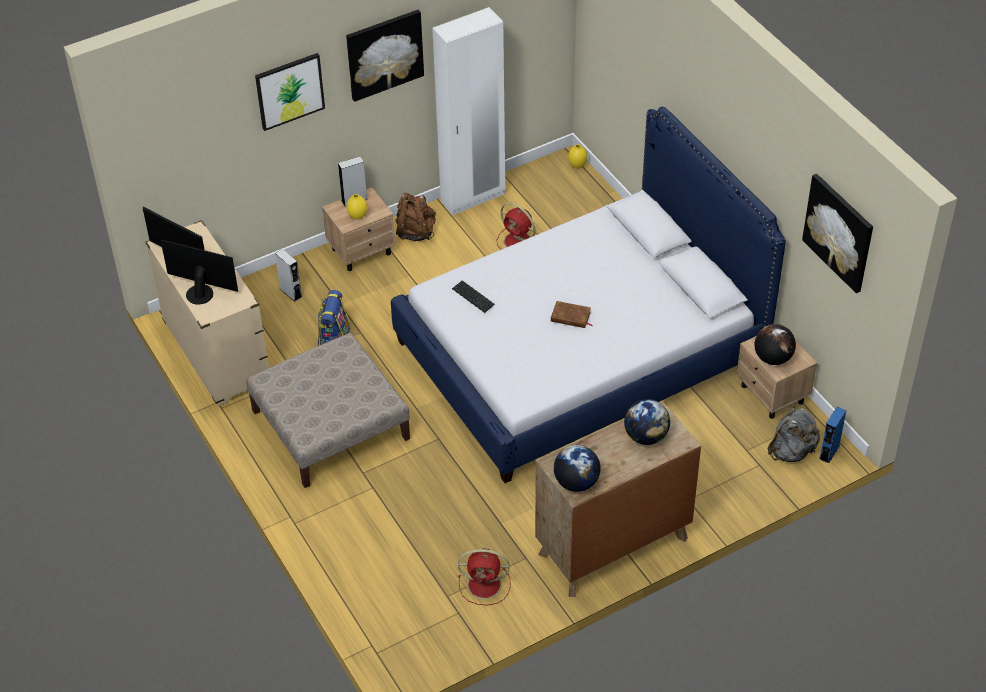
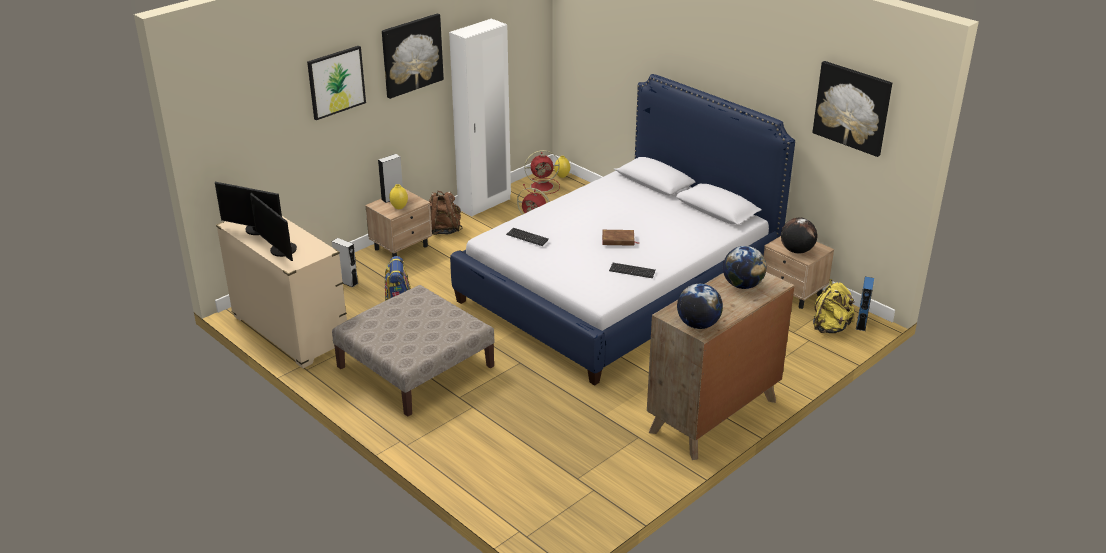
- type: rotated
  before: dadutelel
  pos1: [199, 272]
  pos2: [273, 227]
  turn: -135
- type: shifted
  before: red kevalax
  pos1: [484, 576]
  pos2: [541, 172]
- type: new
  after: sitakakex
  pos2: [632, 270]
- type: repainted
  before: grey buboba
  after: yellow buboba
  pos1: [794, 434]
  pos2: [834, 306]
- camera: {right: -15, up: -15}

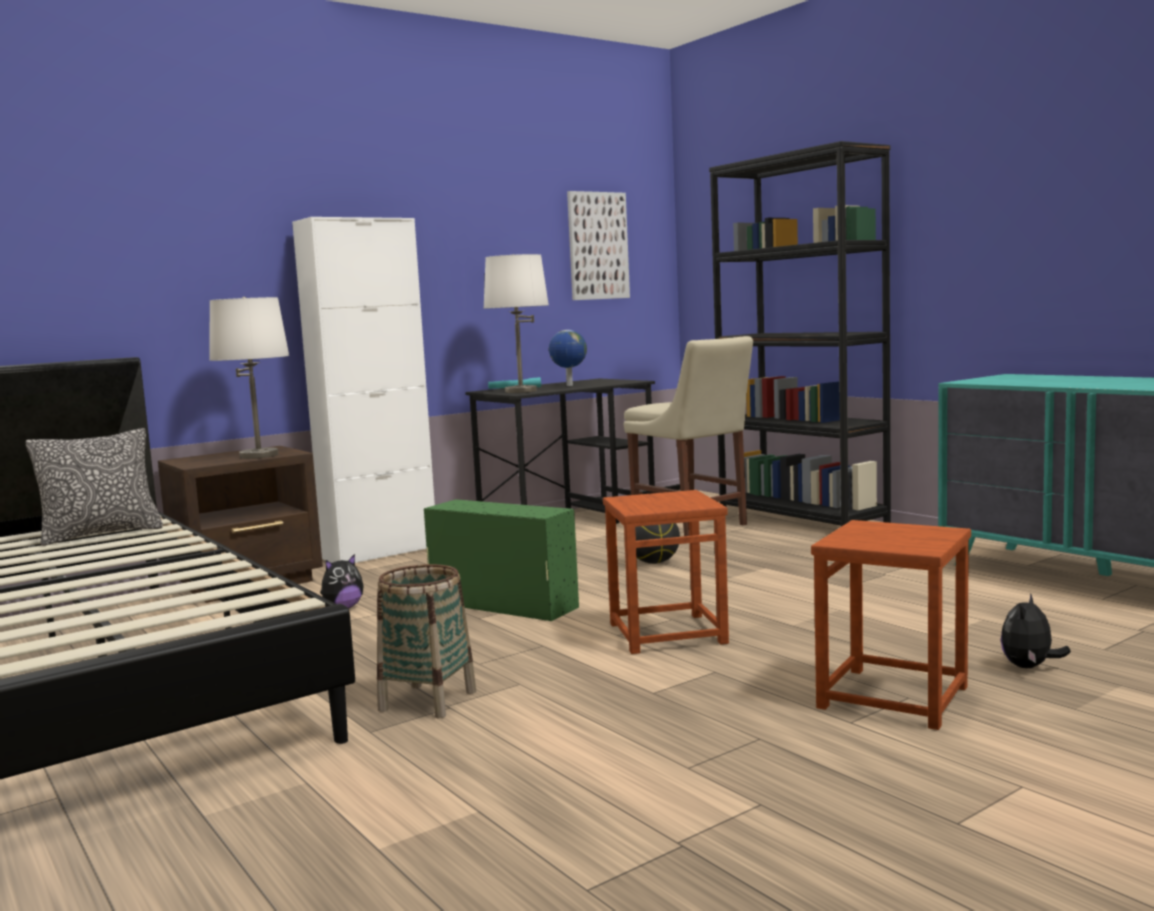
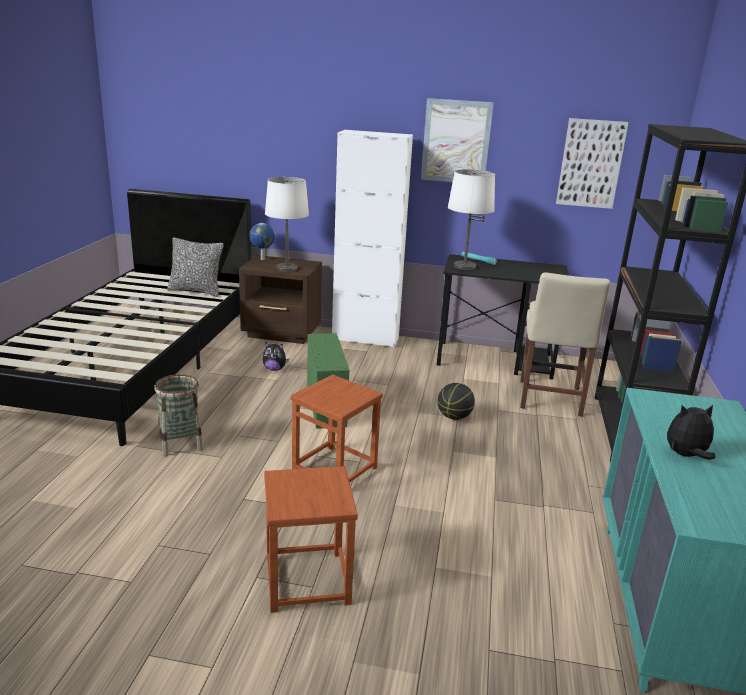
- type: shifted
  before: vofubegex
  pos1: [568, 358]
  pos2: [262, 241]
- type: new
  after: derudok
  pos2: [457, 140]
- type: shifted
  before: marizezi
  pos1: [1036, 630]
  pos2: [691, 432]
- camera: {right: 45, up: 15}

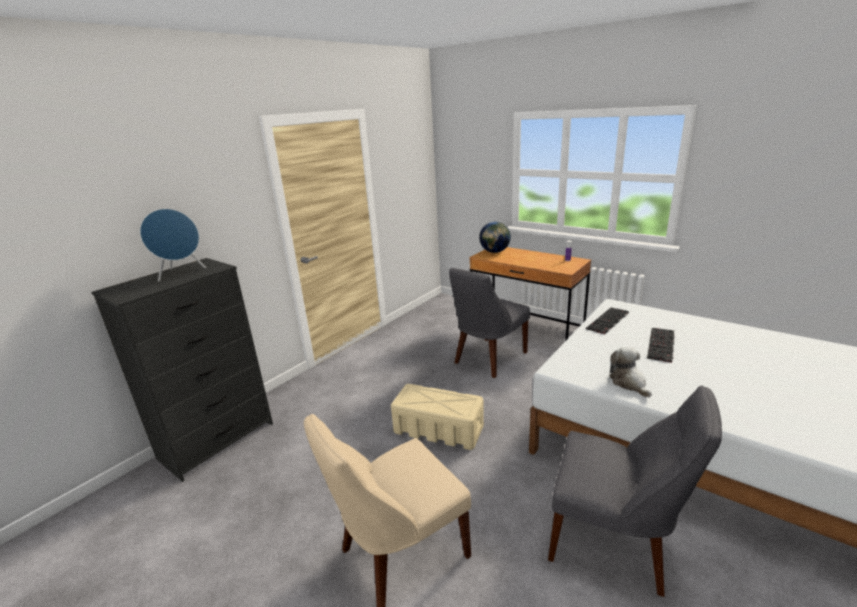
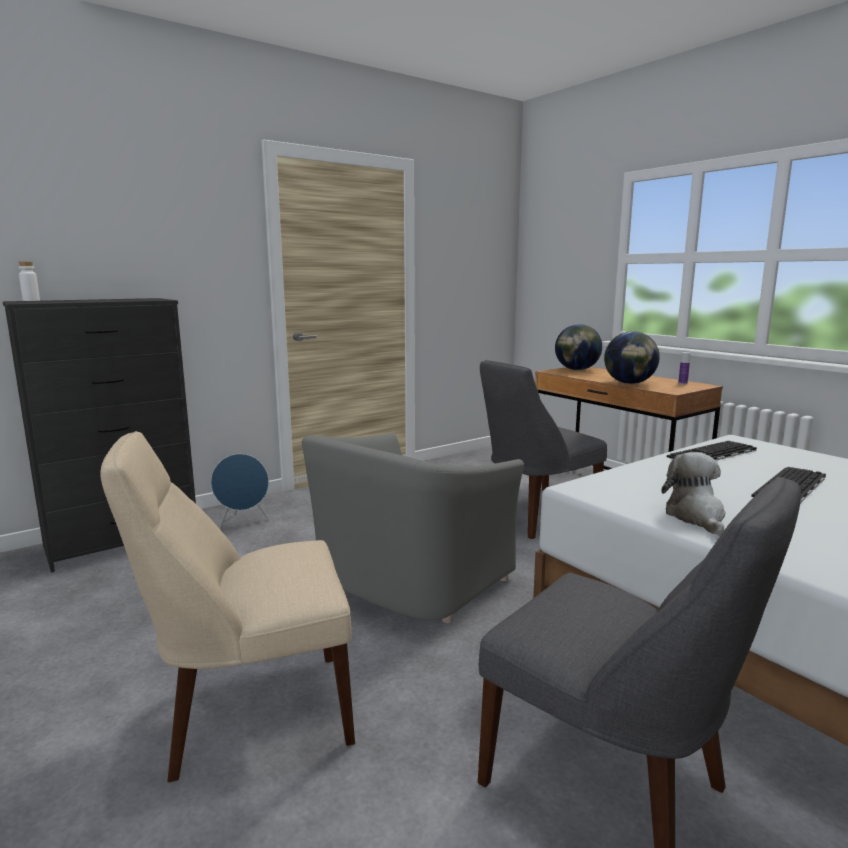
- type: new
  after: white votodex
  pos2: [29, 281]
- type: shifted
  before: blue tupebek
  pos1: [173, 245]
  pos2: [240, 491]
- type: swapped
  before: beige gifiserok
  after: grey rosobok
  pos1: [437, 417]
  pos2: [413, 528]
- type: new
  after: vofubegex
  pos2: [632, 357]
- camera: {right: 15, up: -10}

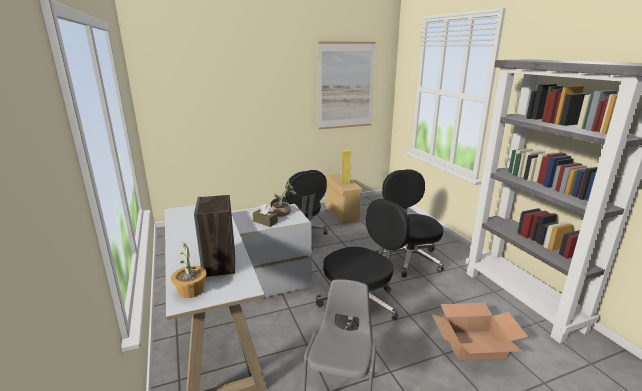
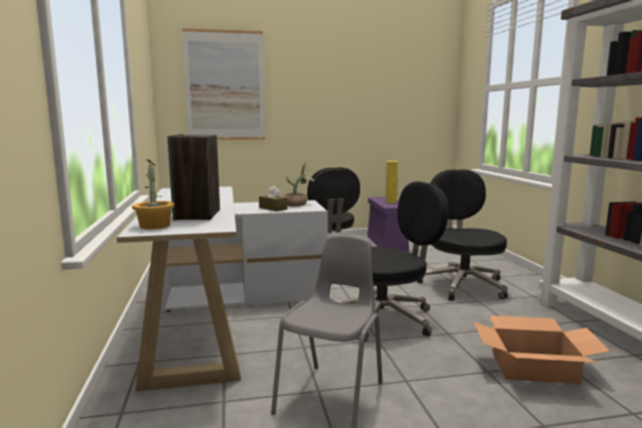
- type: shifted
  before: derudok
  pos1: [347, 85]
  pos2: [223, 84]
- type: repainted
  before: beige gifiserok
  after: purple gifiserok
  pos1: [343, 199]
  pos2: [388, 224]
- camera: {right: 10, up: -10}

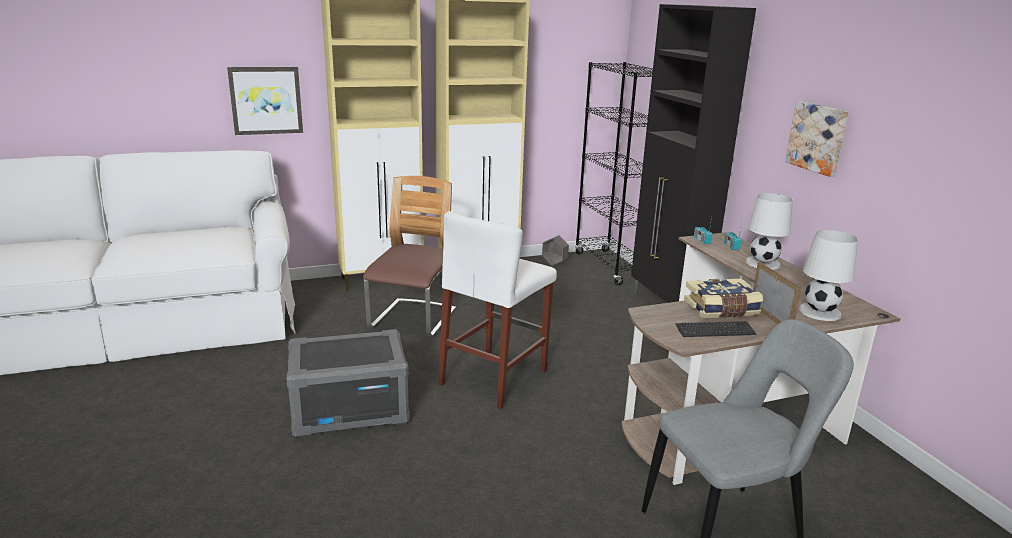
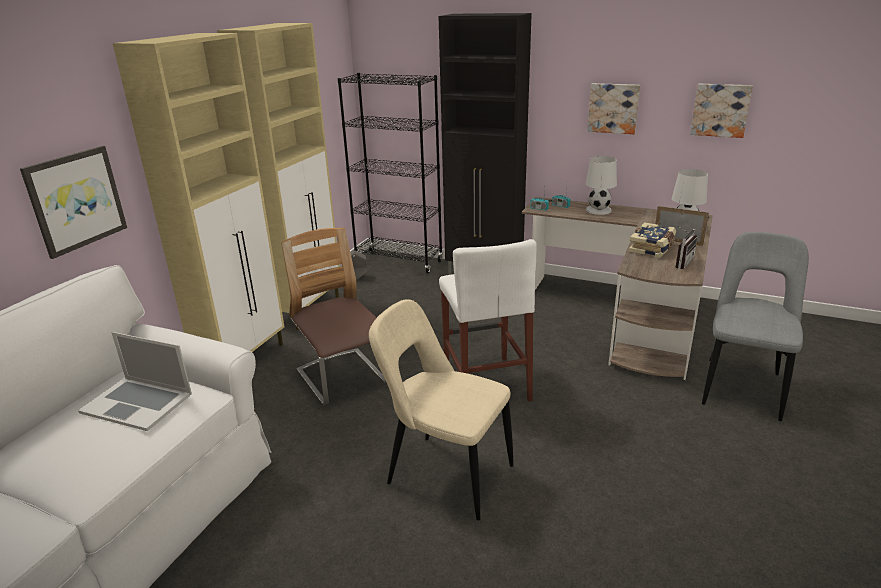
- type: new
  after: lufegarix
  pos2: [135, 381]
- type: swapped
  before: grey gifiserok
  after: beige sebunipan
  pos1: [348, 383]
  pos2: [441, 409]
- type: swapped
  before: sitakakex
  after: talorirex
  pos1: [715, 329]
  pos2: [687, 247]
- type: new
  after: derudok
  pos2: [721, 111]
- camera: {right: -45, up: 5}

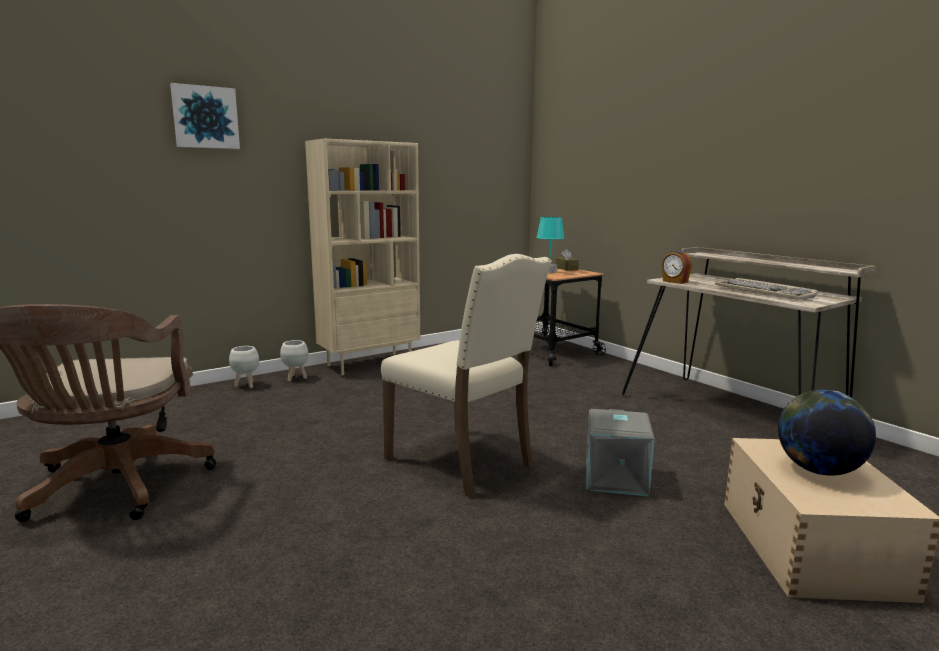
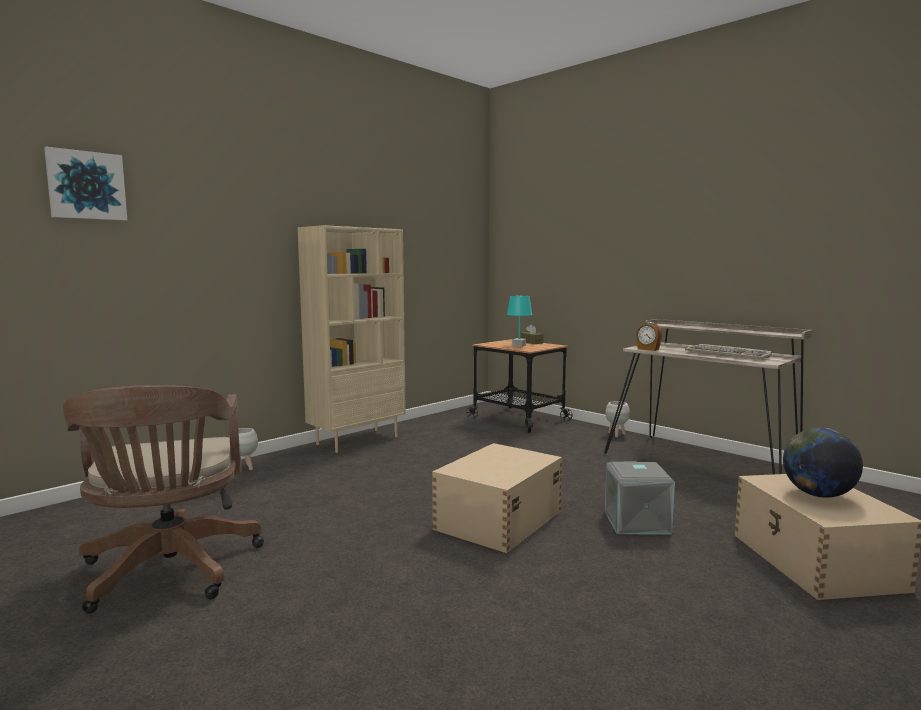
- type: shifted
  before: derudok
  pos1: [205, 116]
  pos2: [85, 184]
- type: swapped
  before: beige sebunipan
  after: beige gifiserok
  pos1: [466, 376]
  pos2: [497, 498]
- type: shifted
  before: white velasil
  pos1: [294, 361]
  pos2: [617, 419]
- camera: {right: -10, up: -5}

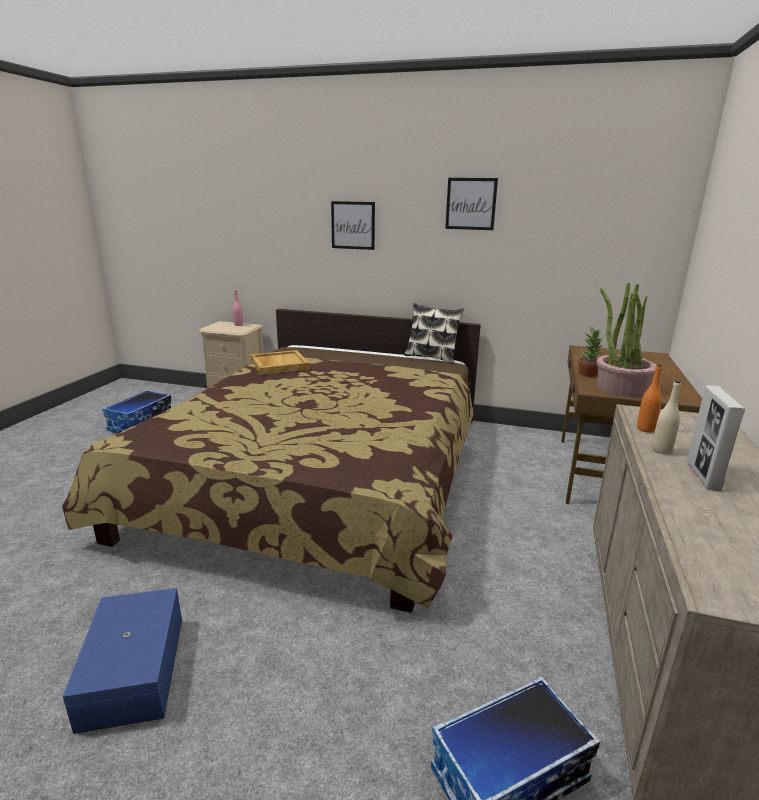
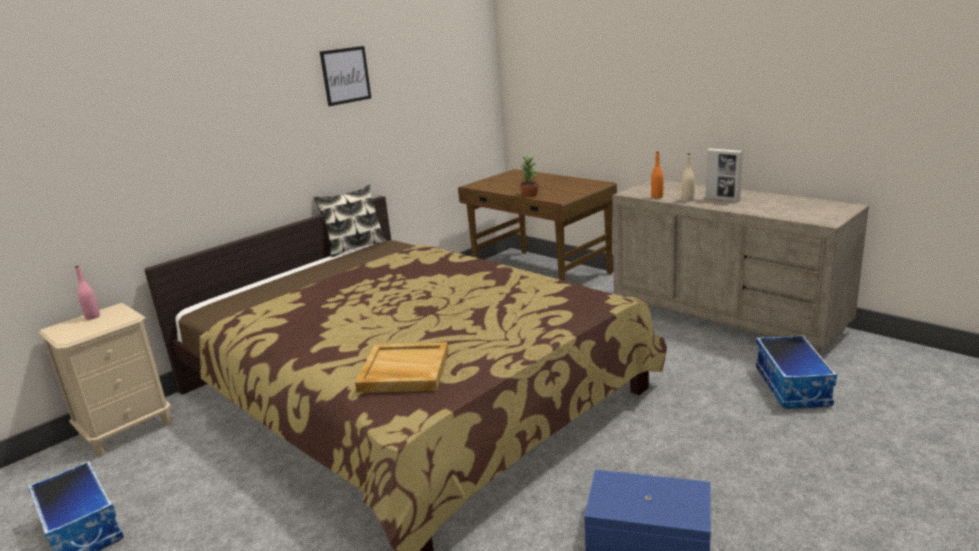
- type: shifted
  before: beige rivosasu
  pos1: [280, 362]
  pos2: [402, 367]
- type: gone
  before: derudok
  pos1: [353, 225]
- type: gone
  before: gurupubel
  pos1: [626, 339]
- camera: {right: -60, up: 0}

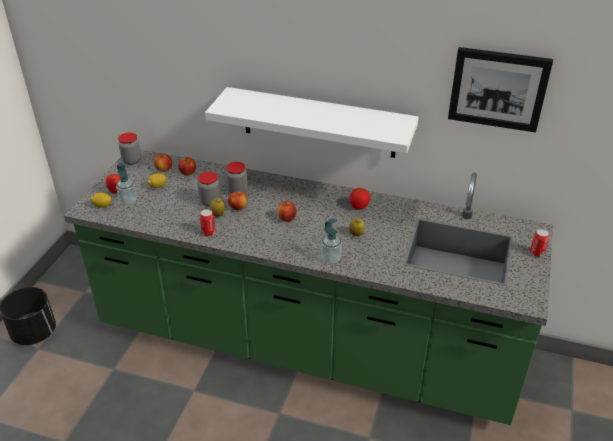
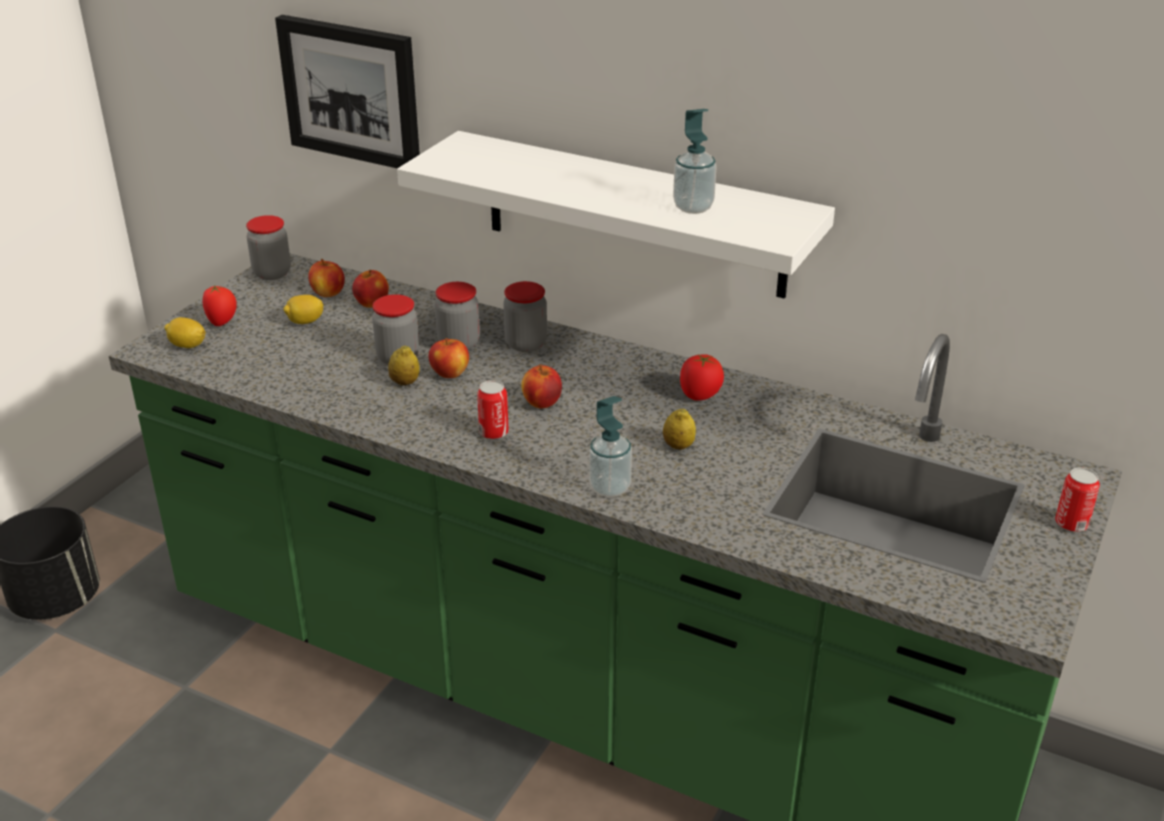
- type: shifted
  before: derudok
  pos1: [500, 90]
  pos2: [347, 91]
- type: shifted
  before: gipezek
  pos1: [208, 223]
  pos2: [493, 410]
- type: new
  after: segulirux
  pos2: [525, 316]
- type: shifted
  before: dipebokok
  pos1: [126, 184]
  pos2: [695, 161]
- camera: {right: 10, up: -5}

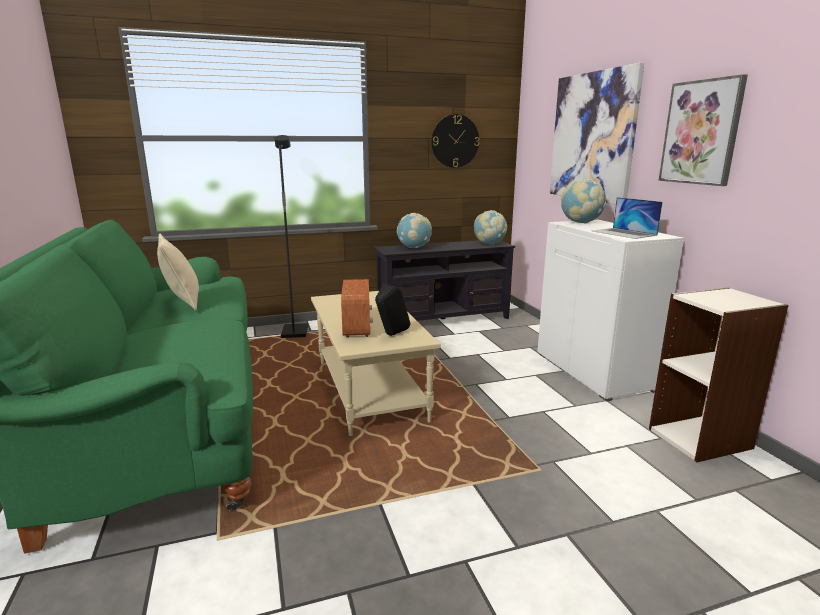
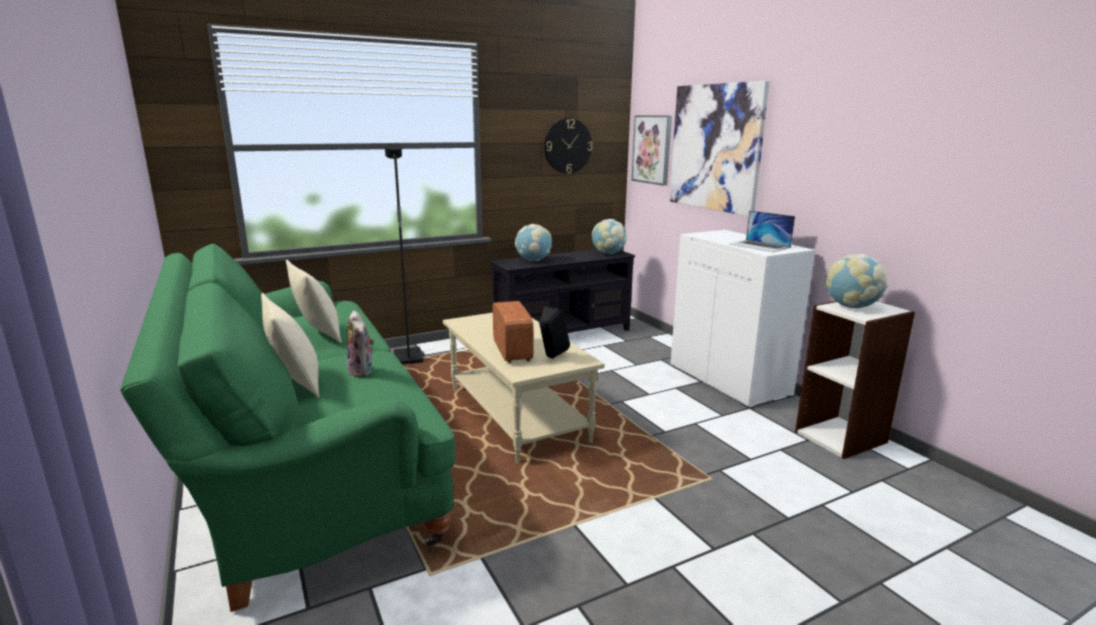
- type: new
  after: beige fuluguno
  pos2: [290, 345]
- type: new
  after: marizezi
  pos2: [360, 344]
- type: shifted
  before: derudok
  pos1: [703, 130]
  pos2: [652, 151]
- type: shifted
  before: vofubegex
  pos1: [583, 201]
  pos2: [857, 281]
- camera: {right: -10, up: 0}

